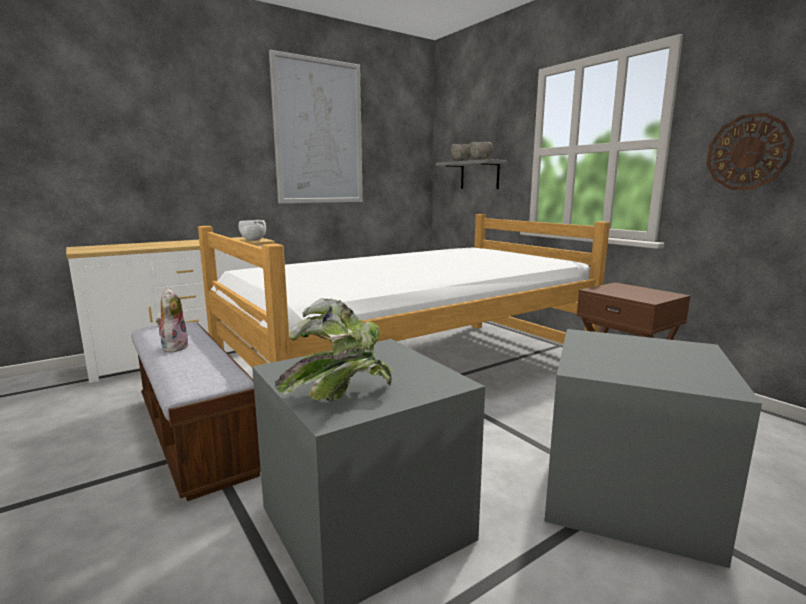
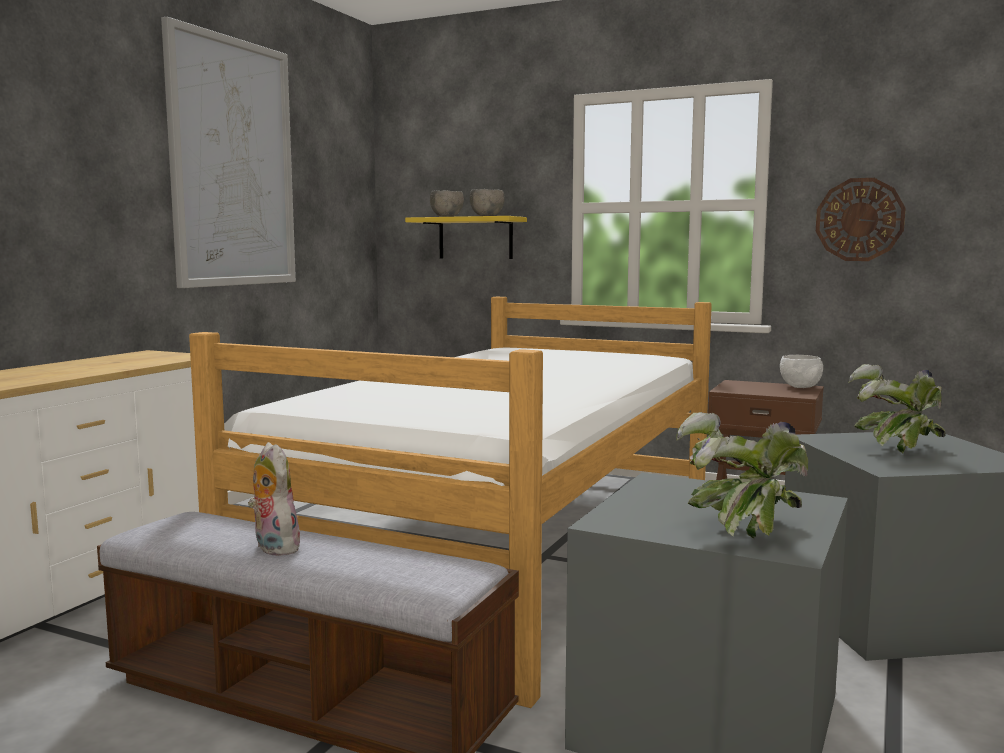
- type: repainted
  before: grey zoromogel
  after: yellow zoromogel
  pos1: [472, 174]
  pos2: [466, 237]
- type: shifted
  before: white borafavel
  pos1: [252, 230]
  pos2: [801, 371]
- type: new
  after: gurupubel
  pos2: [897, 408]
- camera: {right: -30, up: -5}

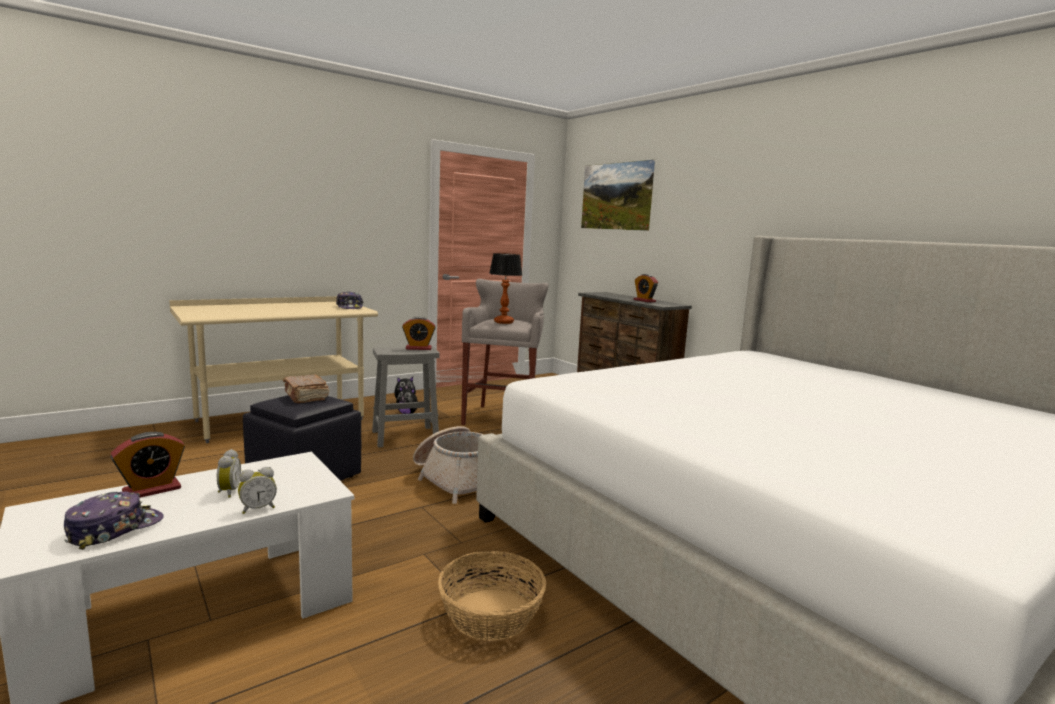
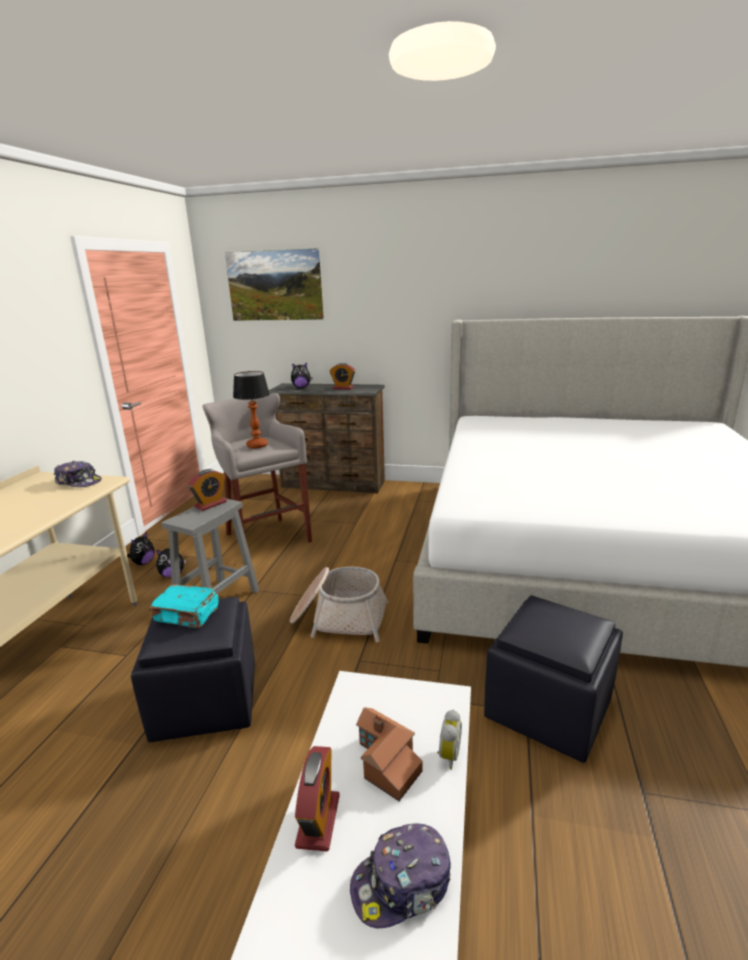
- type: repainted
  before: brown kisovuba
  after: turquoise kisovuba
  pos1: [306, 389]
  pos2: [183, 606]
- type: new
  after: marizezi
  pos2: [301, 375]
- type: rotated
  before: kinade
  pos1: [114, 520]
  pos2: [400, 875]
  turn: -105
- type: swapped
  before: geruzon
  after: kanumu
  pos1: [229, 473]
  pos2: [389, 754]
- type: swapped
  before: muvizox
  after: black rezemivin
  pos1: [492, 596]
  pos2: [553, 679]
- camera: {right: -40, up: 10}

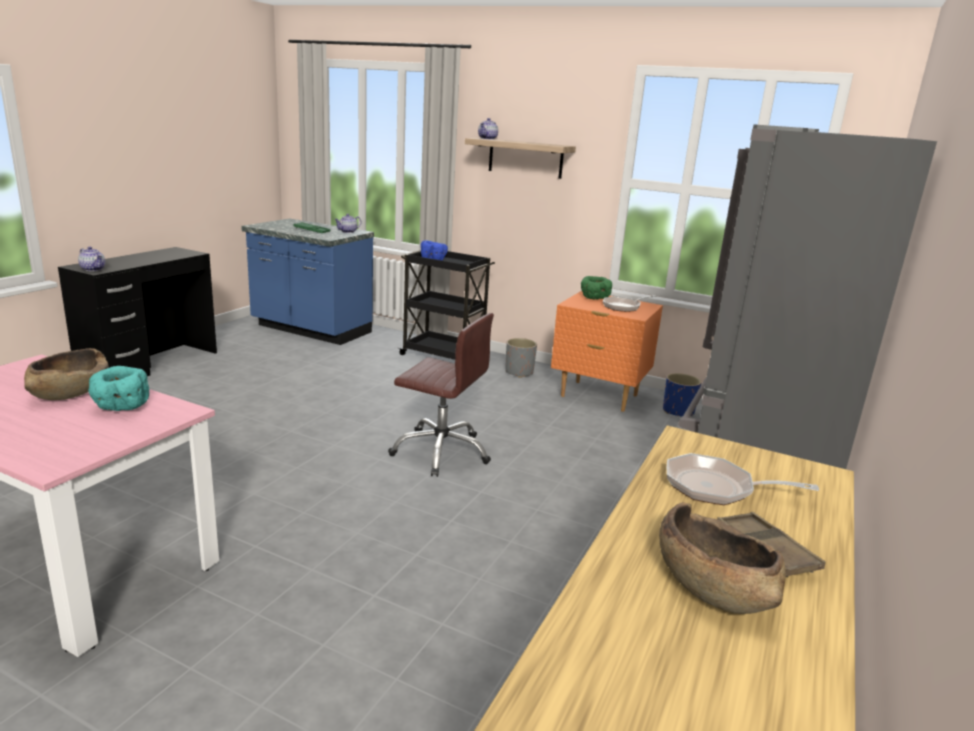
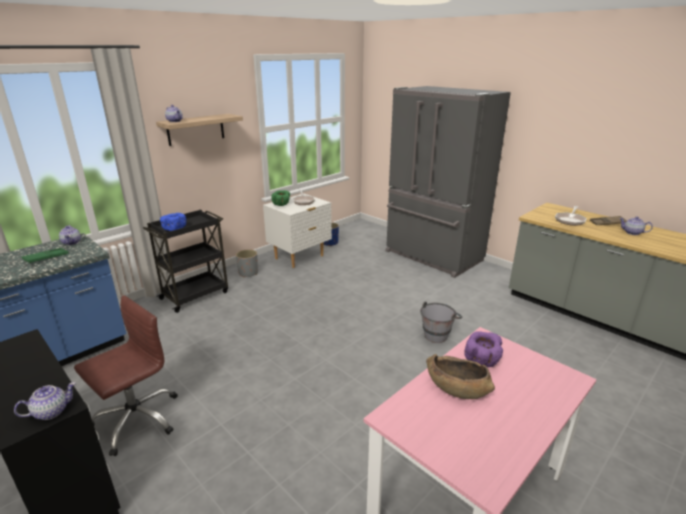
- type: shifted
  before: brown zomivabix
  pos1: [441, 395]
  pos2: [126, 375]
- type: repainted
  before: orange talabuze
  after: white talabuze
  pos1: [607, 351]
  pos2: [297, 231]
- type: new
  after: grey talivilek
  pos2: [441, 322]
- type: repainted
  before: turquoise borafavel
  after: purple borafavel
  pos1: [118, 388]
  pos2: [483, 349]
- type: swapped
  before: brown borafavel
  after: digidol
  pos1: [722, 558]
  pos2: [636, 226]
- camera: {right: -70, up: 5}

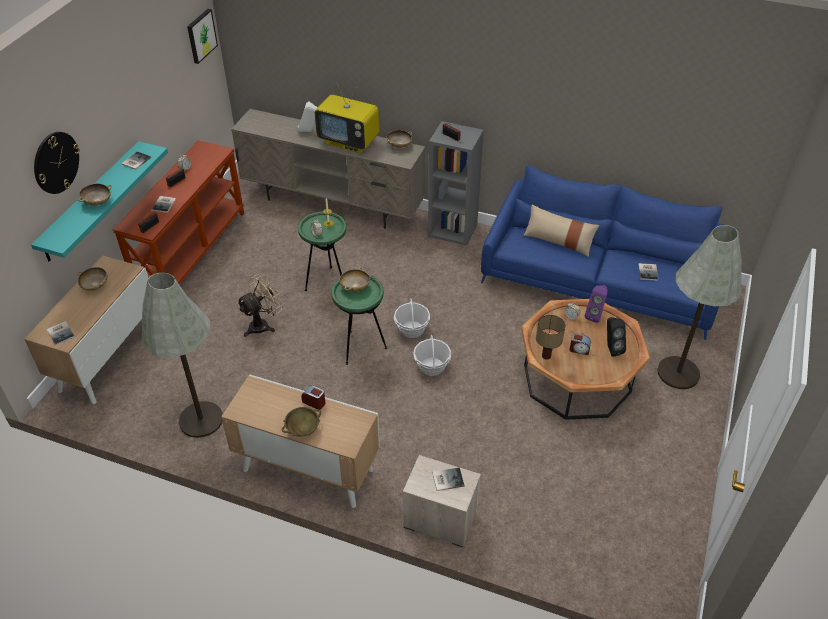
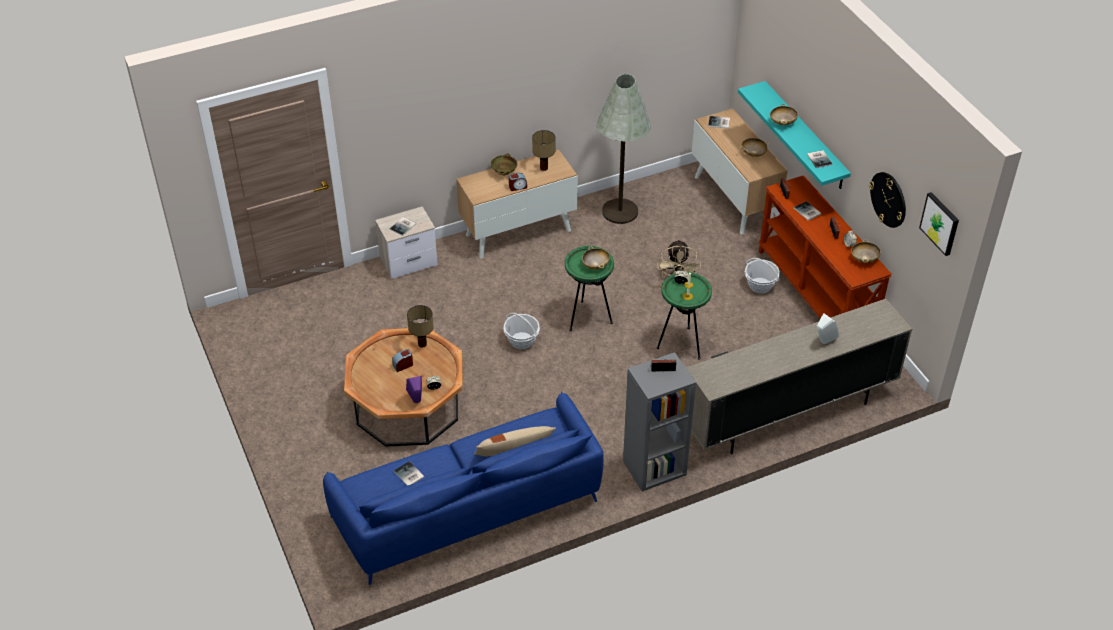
- type: new
  after: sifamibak
  pos2: [543, 150]
- type: shifted
  before: muvizox
  pos1: [412, 318]
  pos2: [762, 275]
- type: shifted
  before: beige borafavel
  pos1: [399, 139]
  pos2: [866, 251]
- type: shifted
  before: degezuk
  pos1: [57, 163]
  pos2: [887, 200]
- type: gone
  before: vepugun
  pos1: [346, 117]
- type: gone
  before: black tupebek
  pos1: [616, 337]
- type: gone
  before: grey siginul
  pos1: [699, 307]
- camera: {right: 135, up: 0}

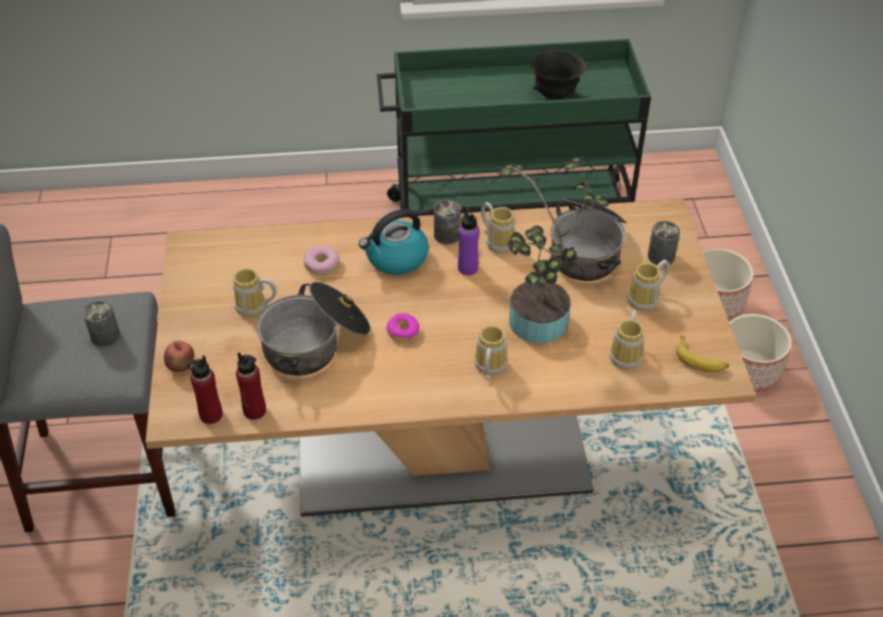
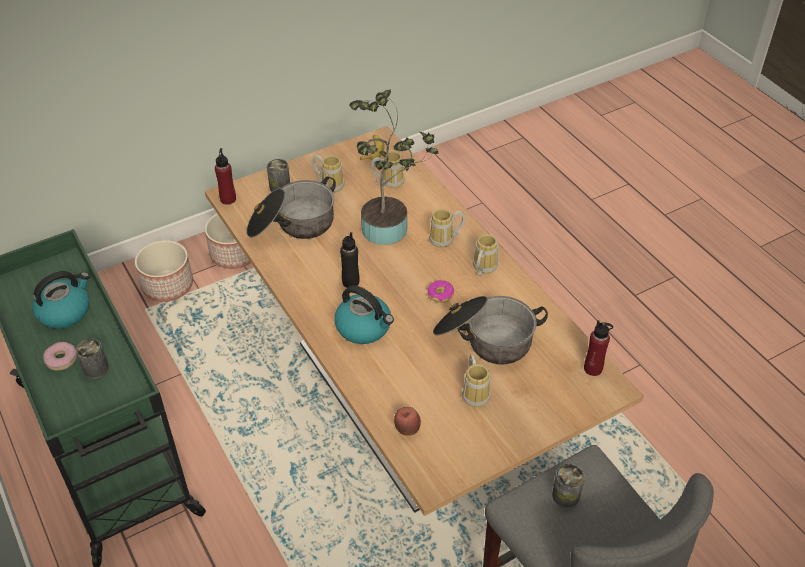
- type: swapped
  before: black borafavel
  after: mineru
  pos1: [558, 74]
  pos2: [61, 300]
- type: shifted
  before: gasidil
  pos1: [322, 260]
  pos2: [60, 356]
- type: shifted
  before: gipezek
  pos1: [447, 222]
  pos2: [92, 358]
- type: shifted
  before: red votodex
  pos1: [251, 386]
  pos2: [225, 176]
- type: repainted
  before: purple votodex
  after: black votodex
  pos1: [468, 240]
  pos2: [350, 260]
- type: shifted
  before: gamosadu
  pos1: [179, 356]
  pos2: [407, 421]
- type: shifted
  before: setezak
  pos1: [498, 228]
  pos2: [485, 255]
- camera: {right: -115, up: 0}

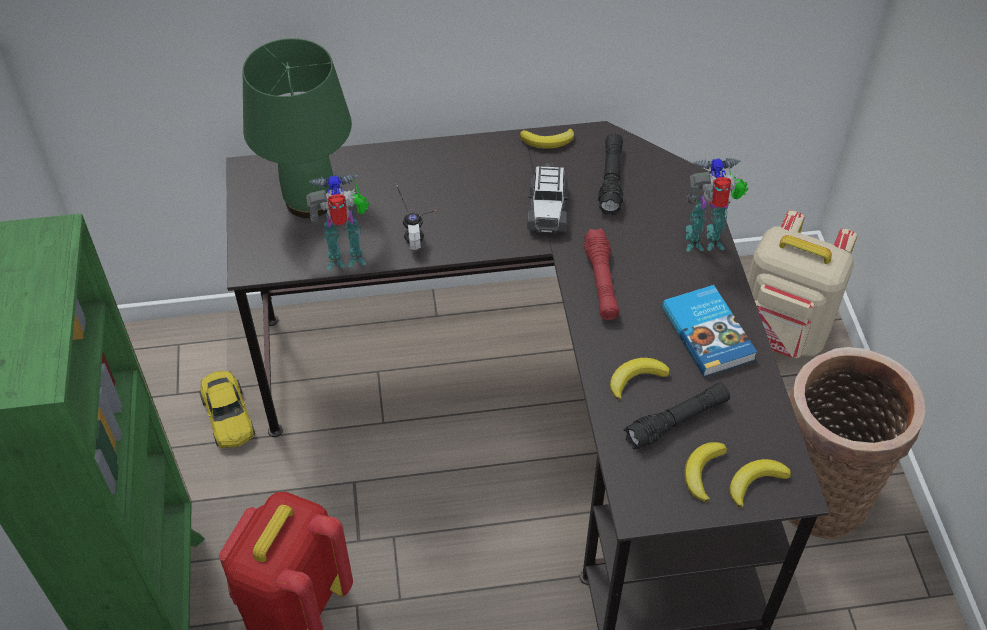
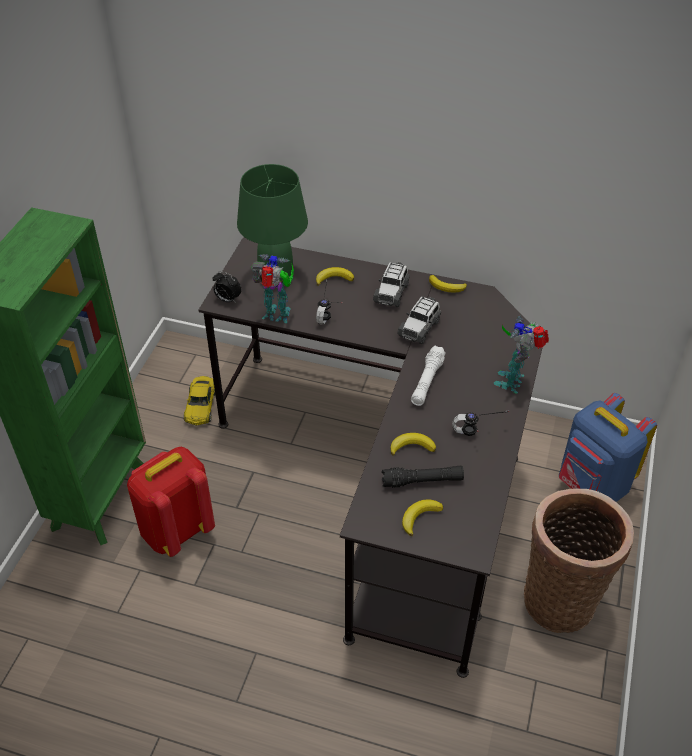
- type: new
  after: geruzon
  pos2: [227, 287]
- type: shifted
  before: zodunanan
  pos1: [760, 484]
  pos2: [335, 276]
- type: new
  after: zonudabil
  pos2: [391, 284]
- type: repainted
  before: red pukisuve
  after: white pukisuve
  pos1: [601, 274]
  pos2: [428, 375]
- type: swapped
  before: kisovuba
  after: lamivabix
  pos1: [709, 331]
  pos2: [480, 423]
- type: rotated
  before: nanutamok
  pos1: [717, 205]
  pos2: [521, 355]
  turn: -90
- type: repainted
  before: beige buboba
  after: blue buboba
  pos1: [802, 284]
  pos2: [608, 447]
- type: gone
  before: black pukisuve
  pos1: [610, 174]
- camera: {right: 25, up: -5}

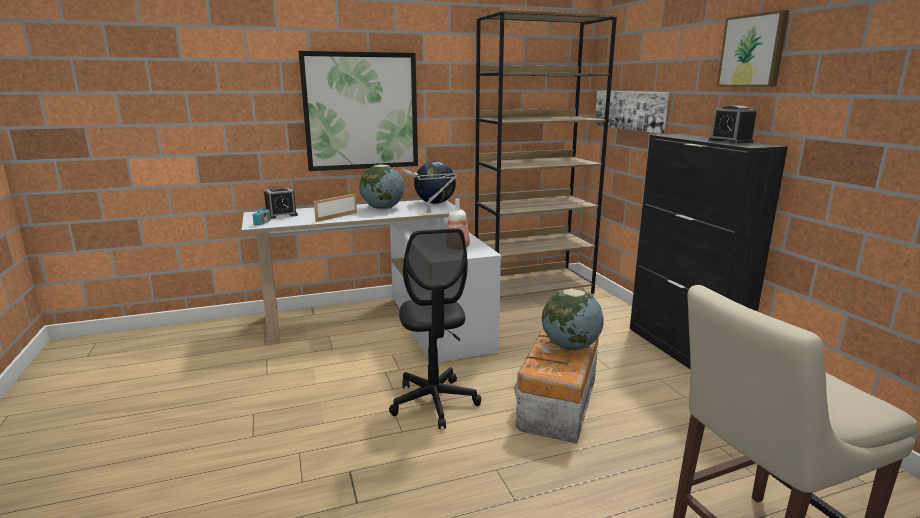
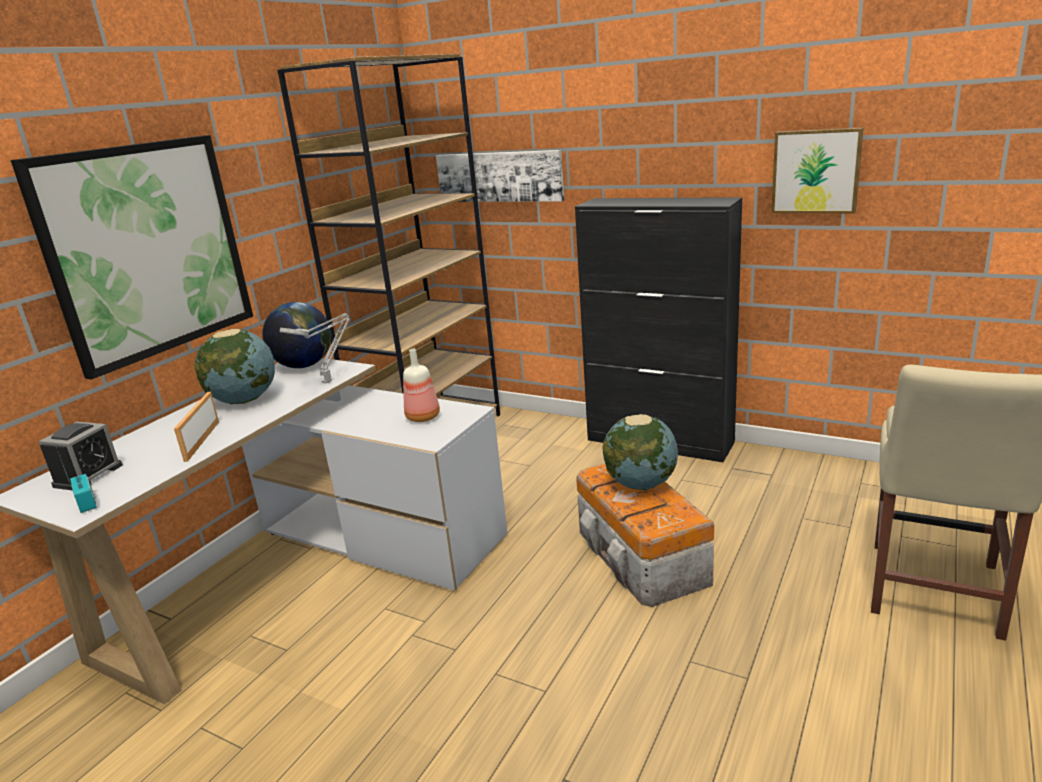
- type: shifted
  before: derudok
  pos1: [753, 48]
  pos2: [817, 170]
- type: gone
  before: black zomivabix
  pos1: [435, 328]
- type: gone
  before: geruzon
  pos1: [733, 124]
- camera: {right: -40, up: 5}

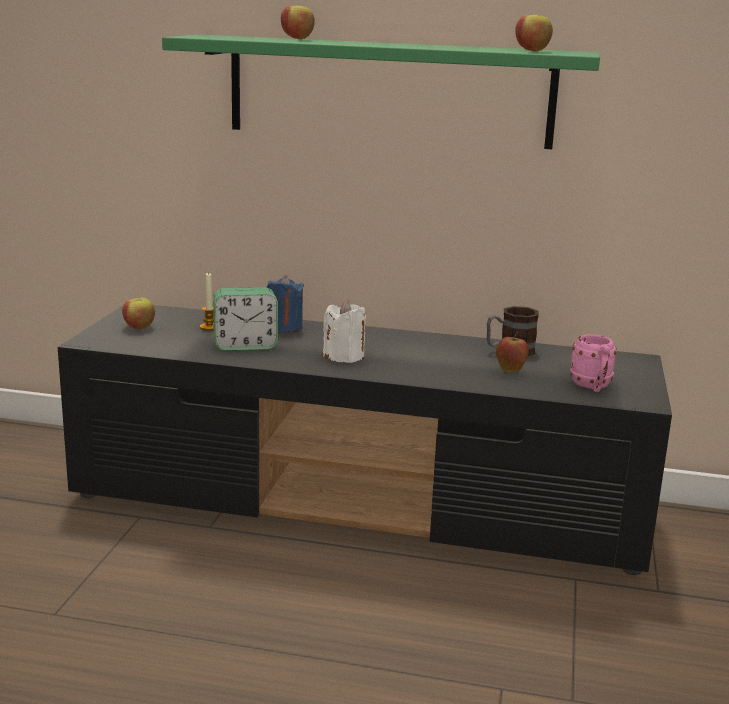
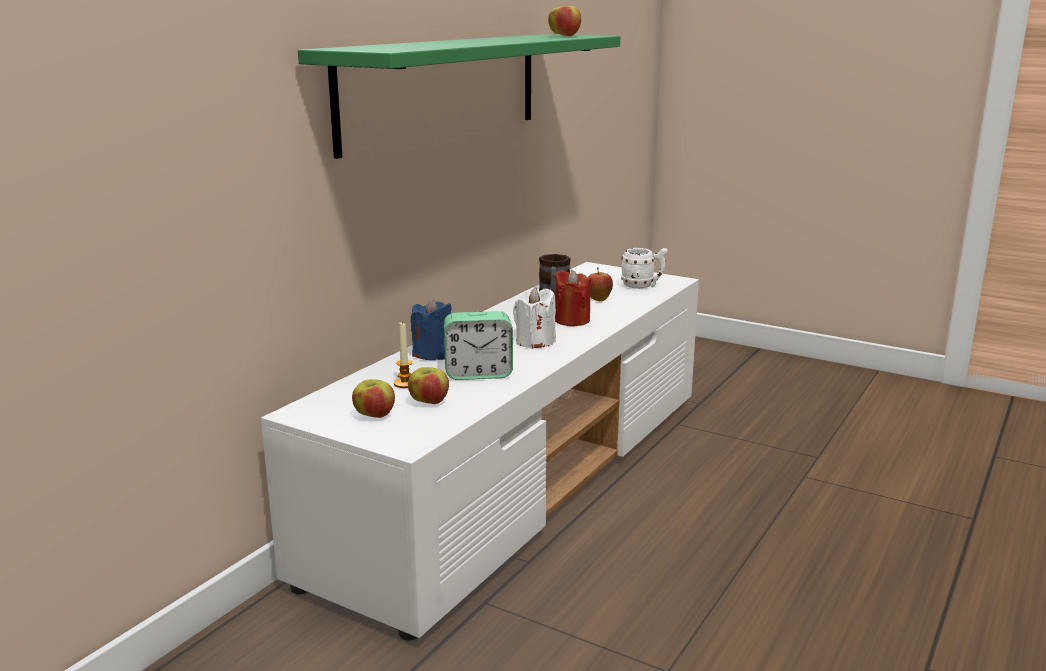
- type: repainted
  before: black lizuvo
  after: white lizuvo
  pos1: [365, 440]
  pos2: [480, 451]
- type: shifted
  before: gamosadu
  pos1: [298, 22]
  pos2: [428, 385]
- type: rotated
  before: geruzon
  pos1: [245, 319]
  pos2: [478, 345]
  turn: 75
- type: new
  after: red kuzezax
  pos2: [573, 297]
- type: repainted
  before: pink setezak
  after: white setezak
  pos1: [593, 363]
  pos2: [644, 268]
- camera: {right: -70, up: 0}

